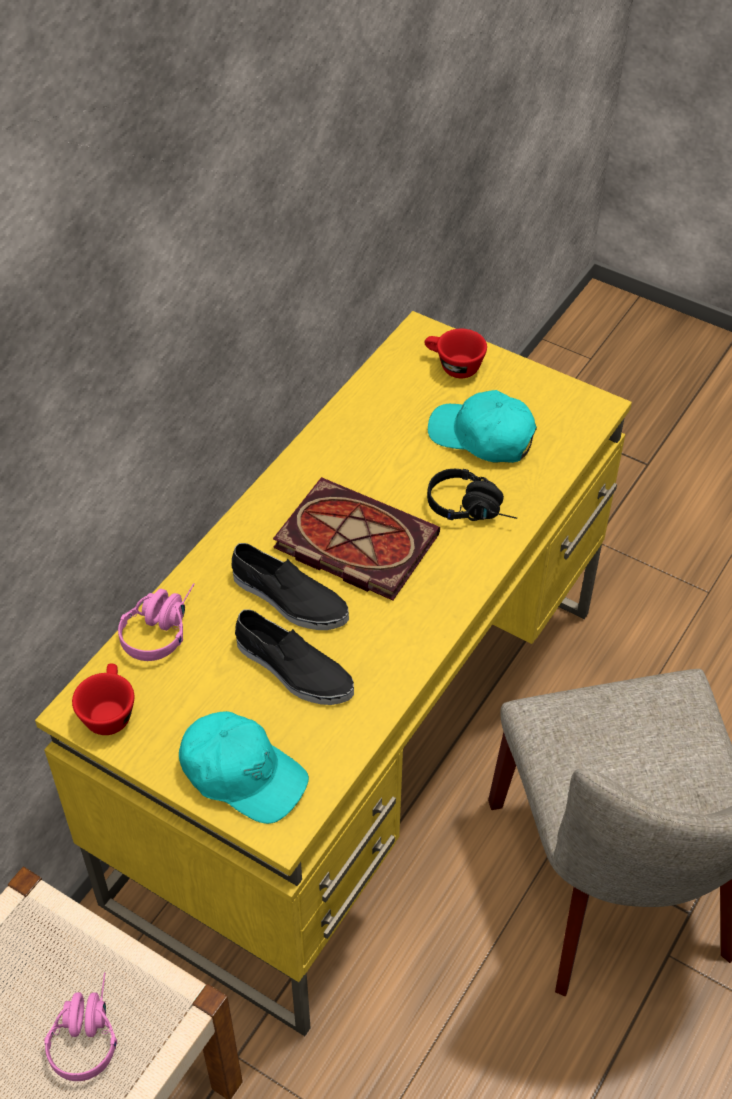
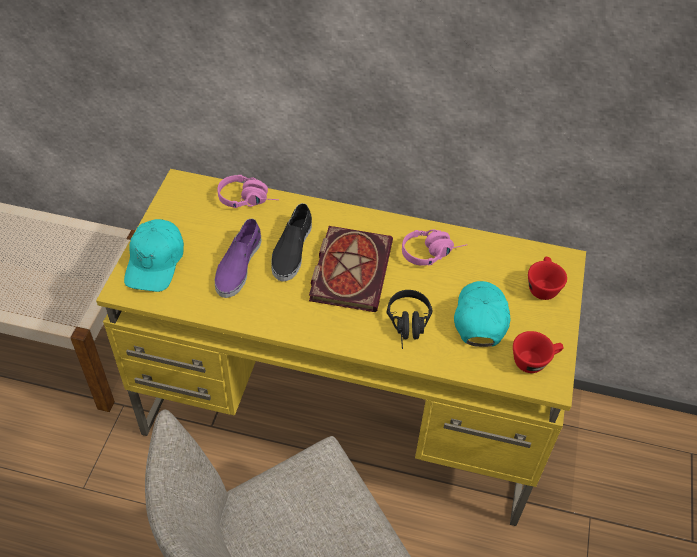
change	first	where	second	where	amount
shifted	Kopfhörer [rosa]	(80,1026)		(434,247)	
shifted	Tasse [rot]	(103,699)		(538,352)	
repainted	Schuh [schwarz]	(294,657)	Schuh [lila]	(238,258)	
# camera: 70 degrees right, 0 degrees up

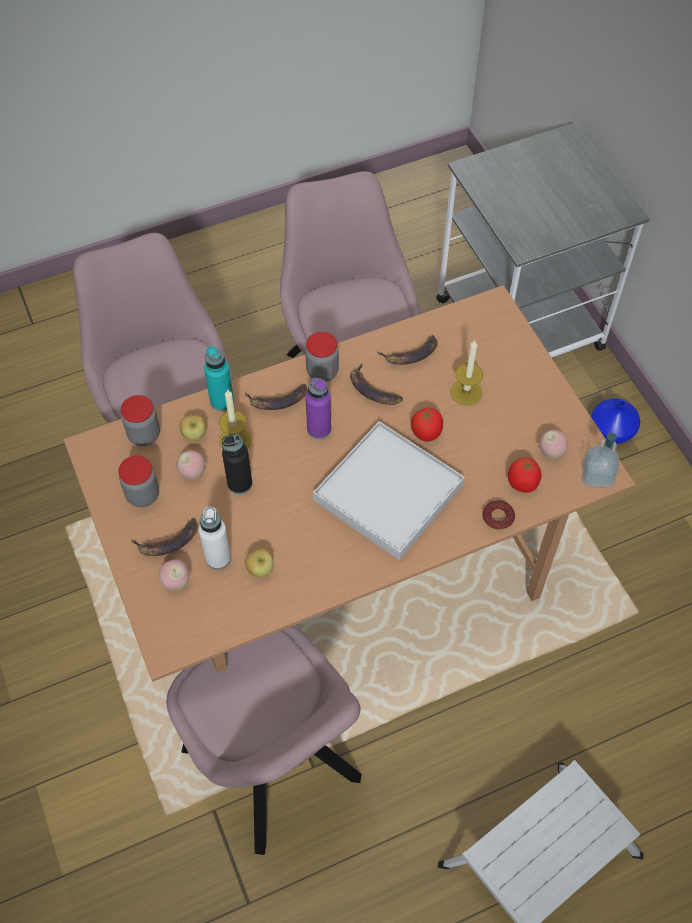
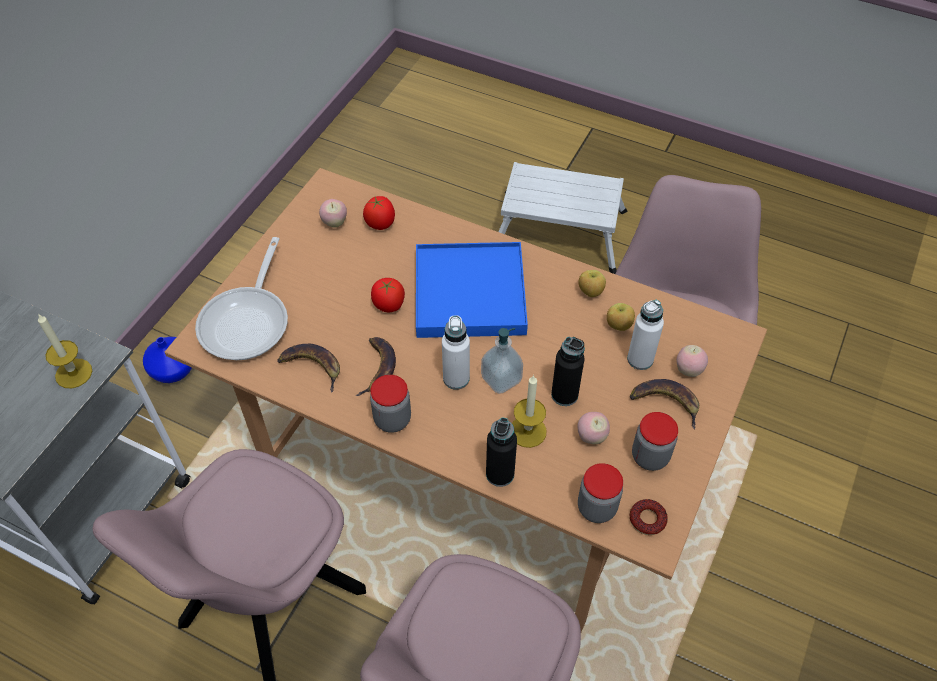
change	first	where	second	where	amount
gone	Banane	(276,397)			
new			Pfanne	(241,298)	
shifted	Apfel	(193,428)		(592,283)	
shifted	Kerze	(466,372)		(65,350)	
shifted	Donut	(498,515)		(649,517)	
shifted	Seifenspender	(600,460)		(502,361)	
repainted	Flasche [türkis]	(219,378)	Flasche [schwarz]	(501,452)	
repainted	Flasche [lila]	(318,408)	Flasche [weiß]	(456,352)	
repainted	Tablett [weiß]	(389,490)	Tablett [blau]	(472,290)	
# camera: 130 degrees left, 5 degrees down

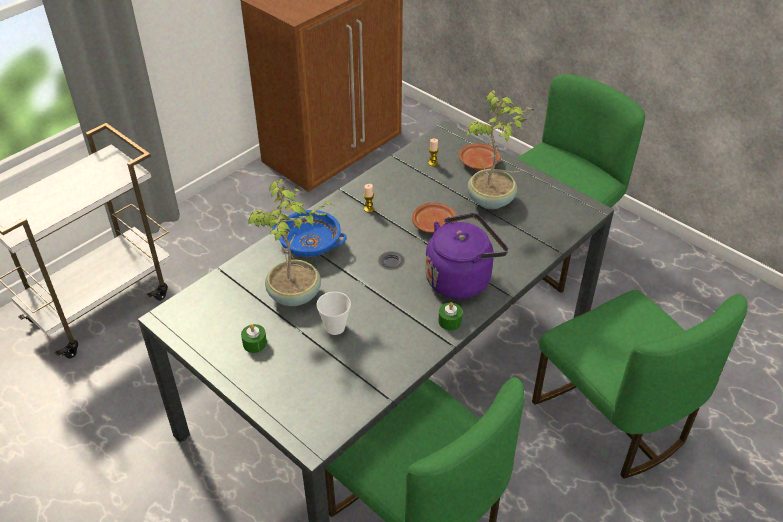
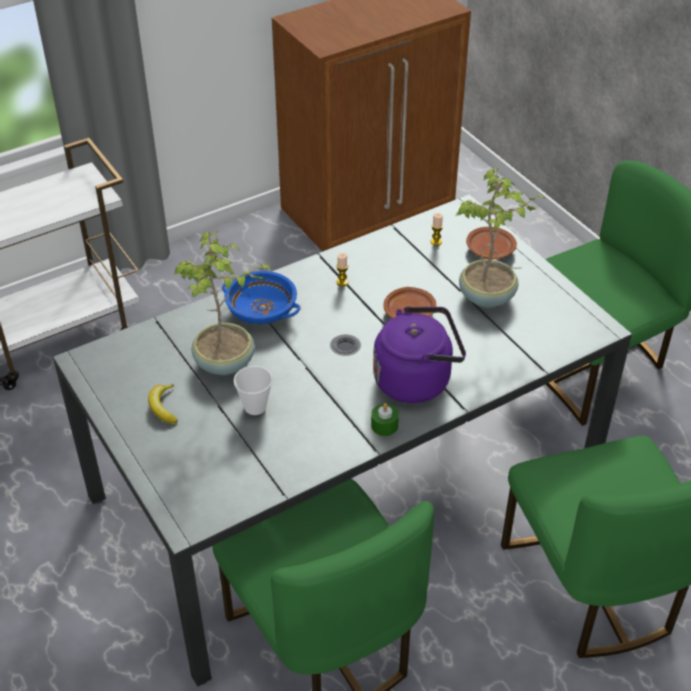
change	first	where	second	where	amount
swapped	Kerze [grün]	(254,338)	Banane	(163,404)	
# camera: 15 degrees right, 0 degrees up

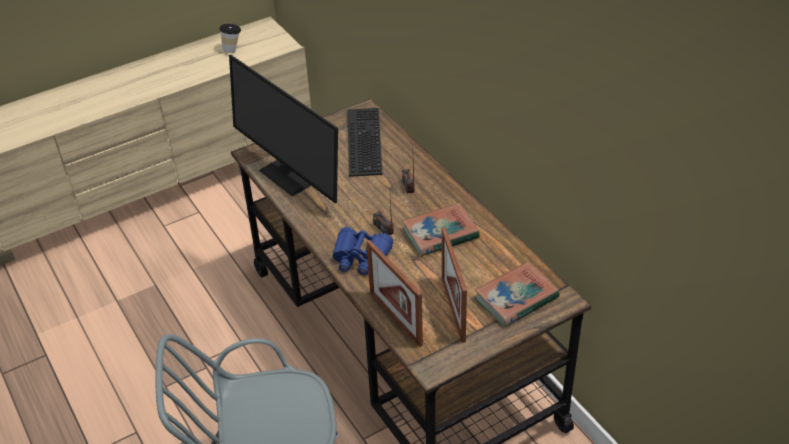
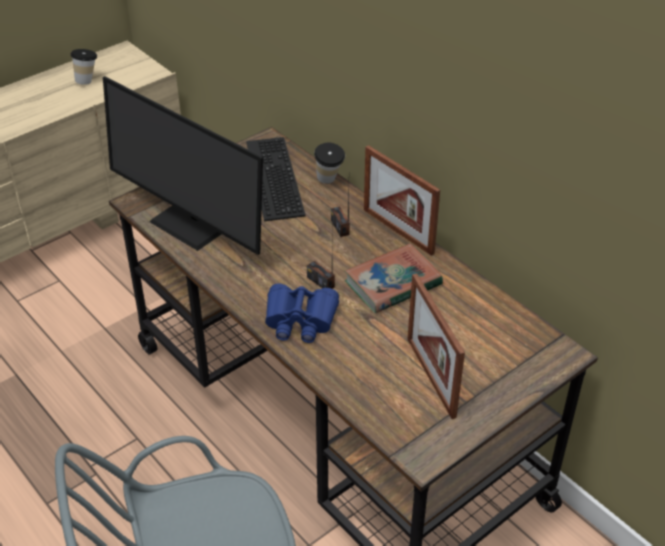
change	first	where	second	where	amount
gone	Buch	(517,294)			
new			Tasse	(329,163)	
shifted	Bilderrahmen	(395,293)		(402,200)	
# camera: 10 degrees left, 0 degrees up

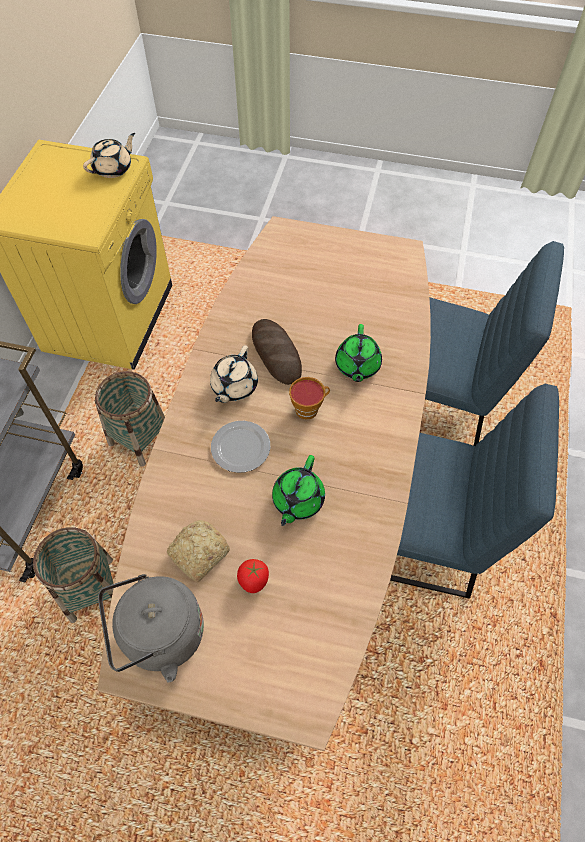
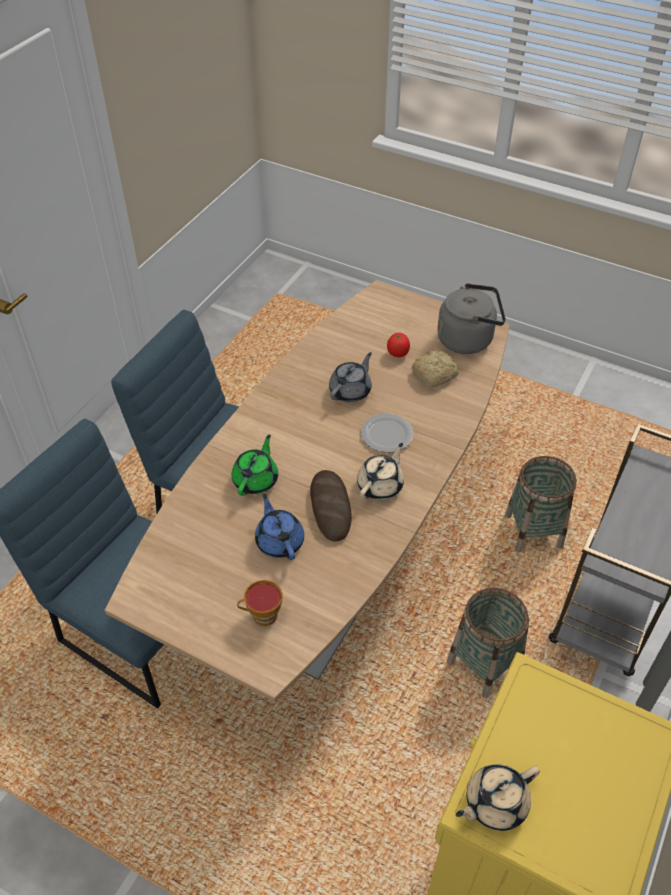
change	first	where	second	where	amount
new			Teekanne [blau]	(279,526)	
shifted	Tasse	(309,398)		(260,603)	
repainted	Teekanne [grün]	(298,490)	Teekanne [grau]	(350,377)	
# camera: 165 degrees left, 10 degrees down

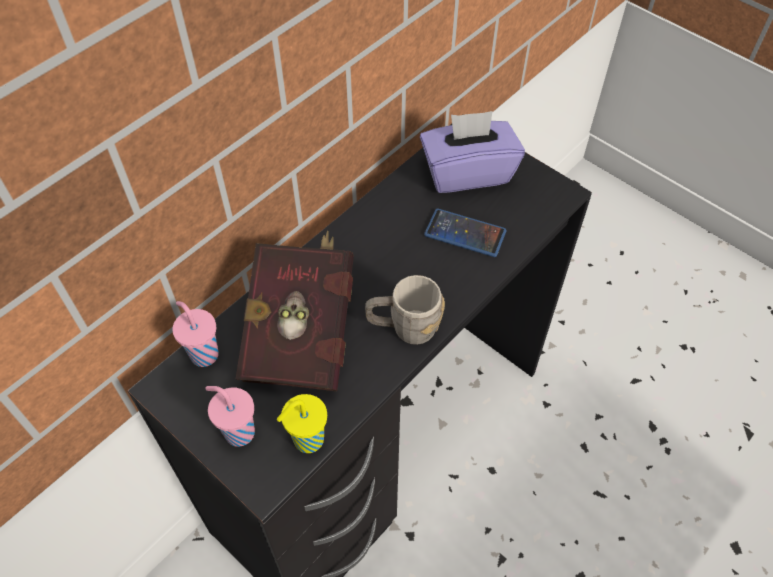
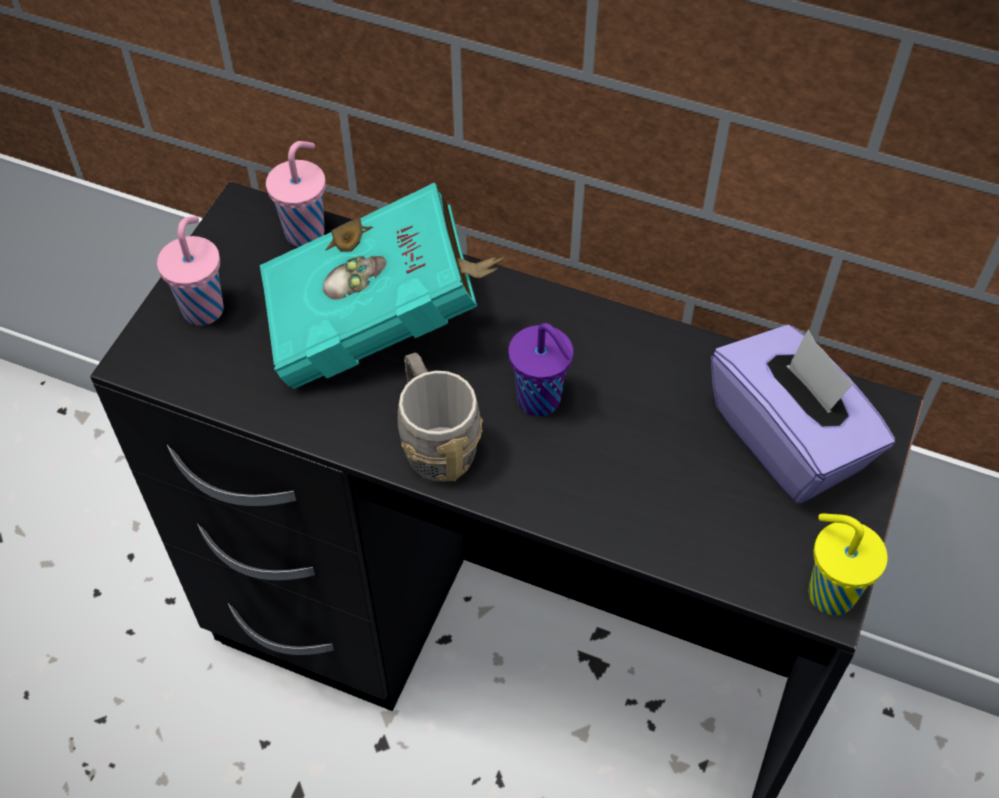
change	first	where	second	where	amount
gone	Handy	(465,232)			
new			Tasse [lila]	(541,369)	
shifted	Tasse [gelb]	(302,423)		(848,564)	
repainted	Buch [rot]	(295,311)	Buch [türkis]	(382,285)	
# camera: 70 degrees right, 0 degrees up

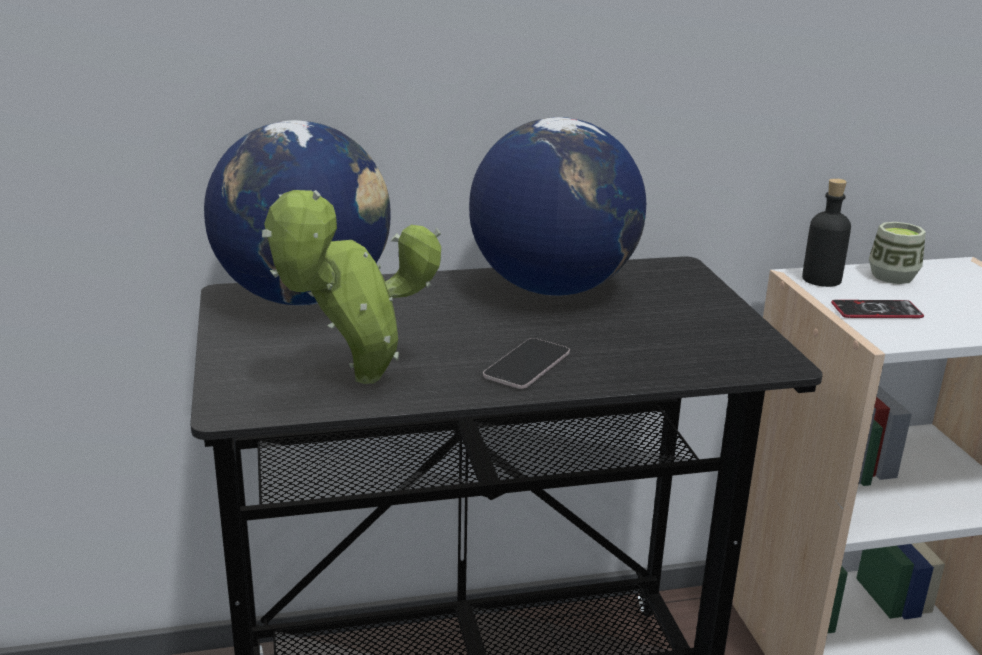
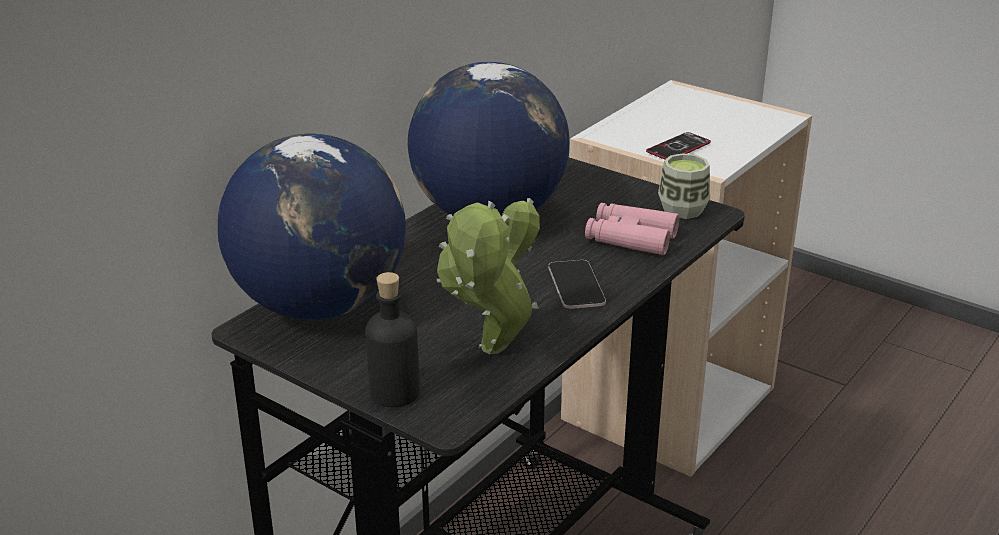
change	first	where	second	where	amount
new			Fernglas [rosa]	(632,229)	
shifted	Flasche [schwarz]	(826,232)		(392,339)	
shifted	Tasse	(897,253)		(684,186)	
# camera: 40 degrees left, 5 degrees up

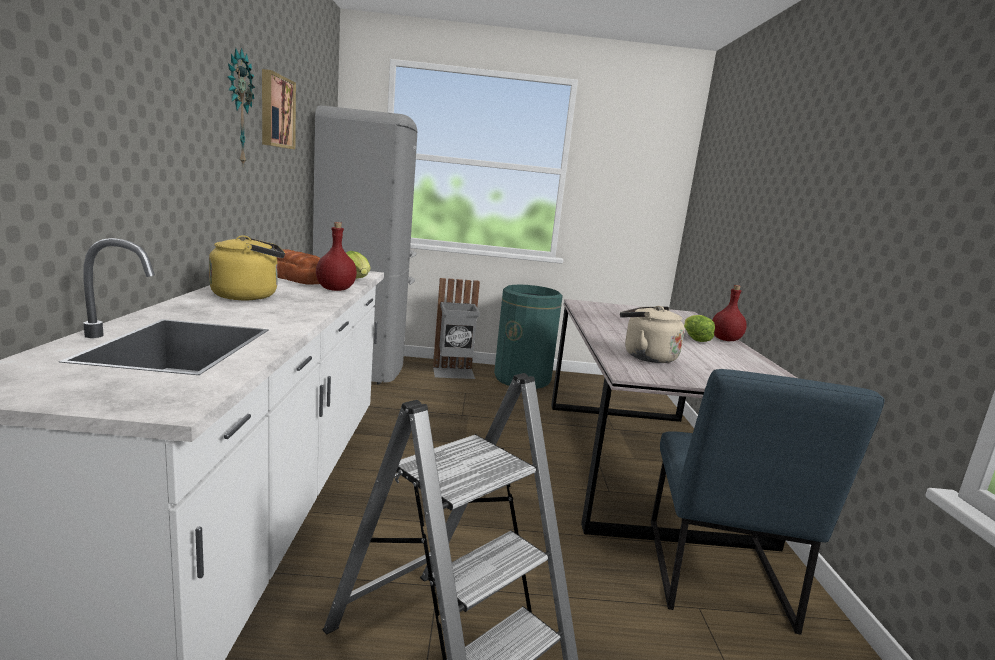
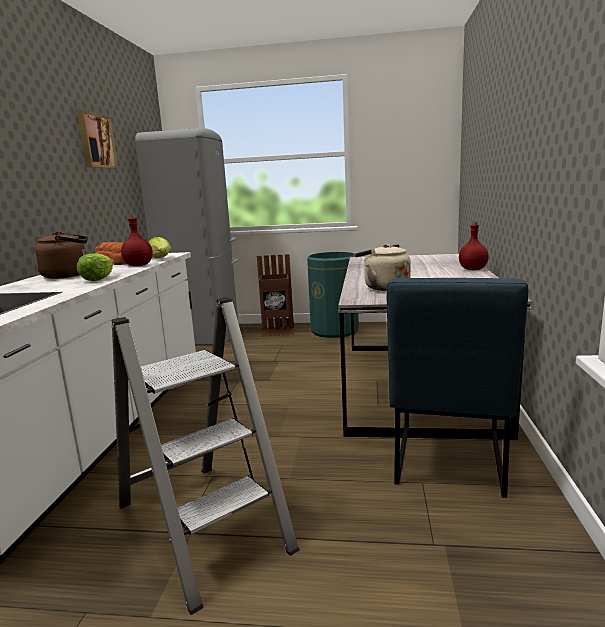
change	first	where	second	where	amount
gone	Wanduhr	(241,106)			
shifted	Salatkopf	(699,328)		(95,267)	
repainted	Wasserkessel [gelb]	(247,267)	Wasserkessel [braun]	(61,255)	
repainted	Mülleimer [grau]	(456,328)	Mülleimer [braun]	(275,295)	
# camera: 10 degrees right, 0 degrees up

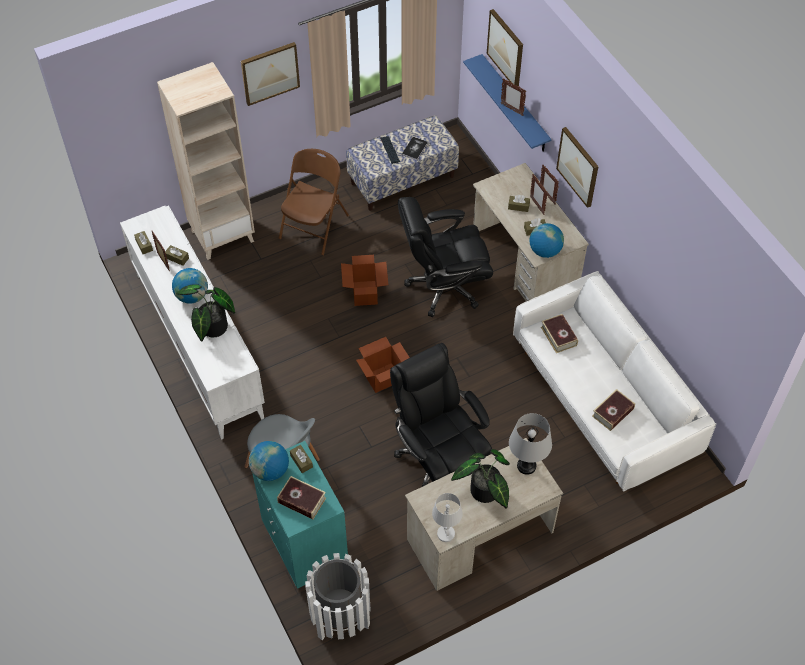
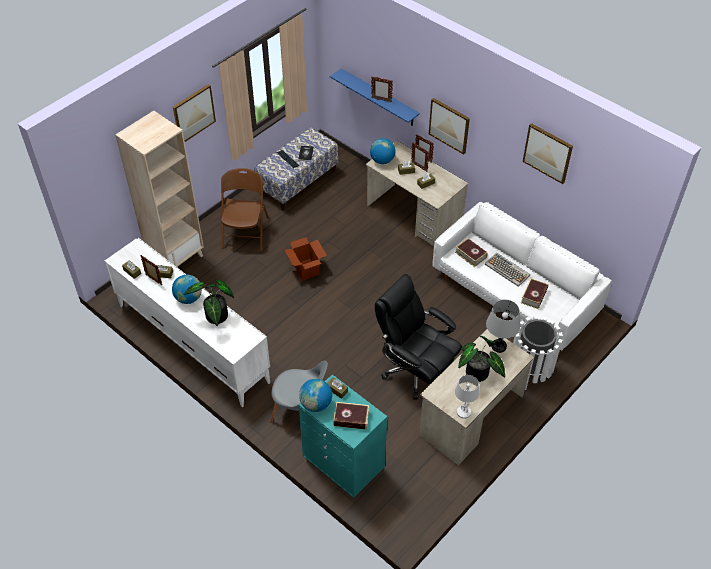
change	first	where	second	where	amount
gone	Karton	(383,365)			
gone	Bürostuhl [schwarz]	(445,257)			
new			Tastatur	(507,270)	
shifted	Mülleimer [weiß]	(338,596)		(538,353)	
shifted	Bild	(505,47)		(548,153)	
shifted	Globus	(546,240)		(383,151)	
# camera: 20 degrees left, 5 degrees down

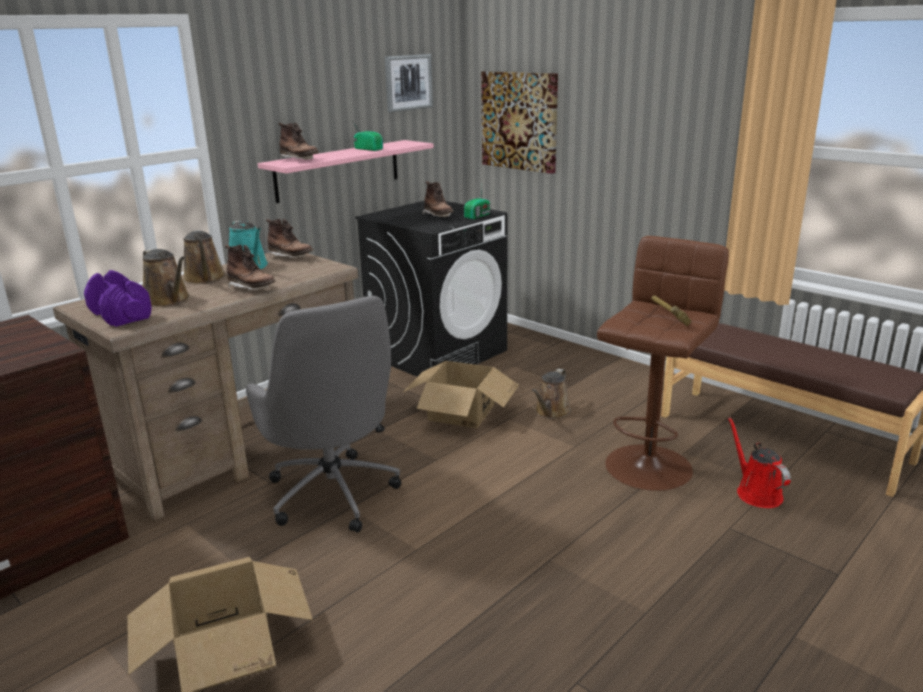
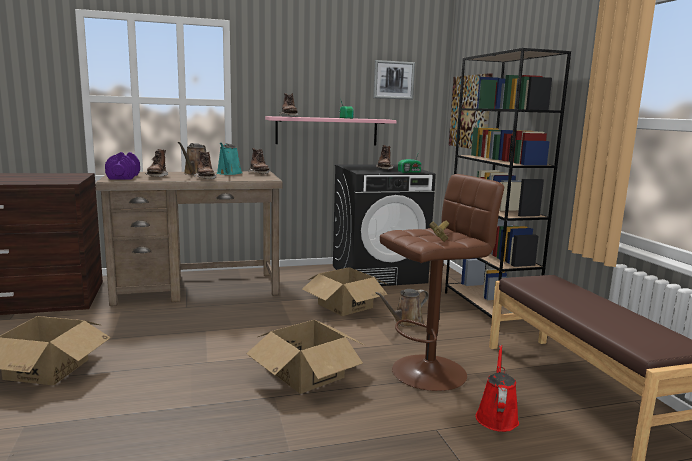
change	first	where	second	where	amount
gone	Bürostuhl [grau]	(323,414)			
new			Karton	(306,357)	
new			Bücherregal [beige]	(508,183)	
swapped	Gießkanne [braun]	(166,278)	Stiefel [braun]	(156,163)	
# camera: 30 degrees right, 10 degrees down

